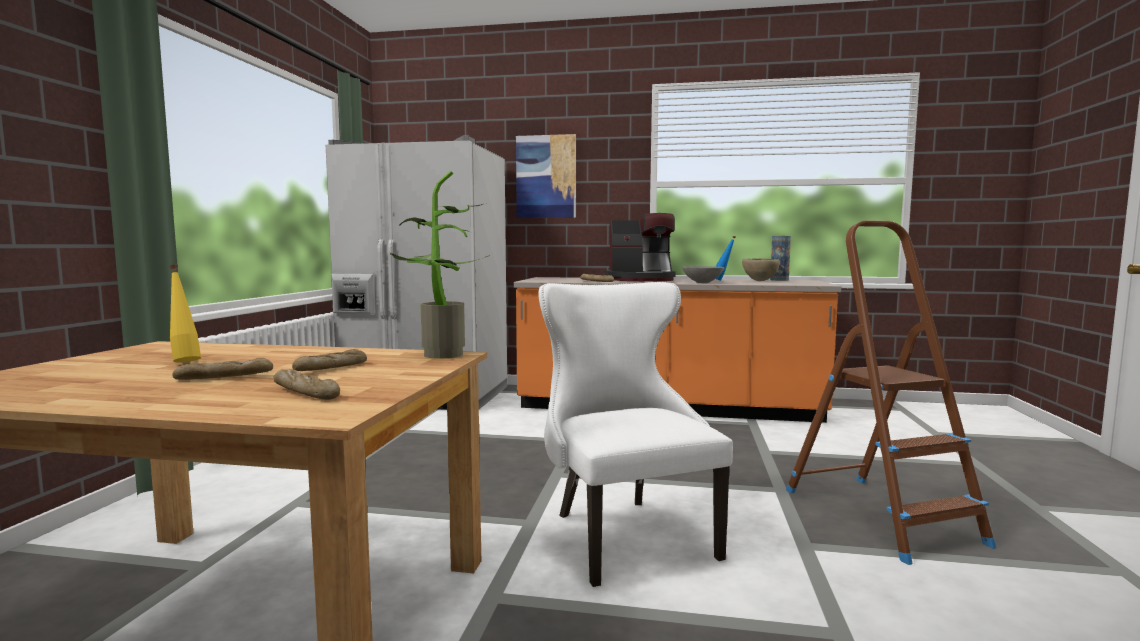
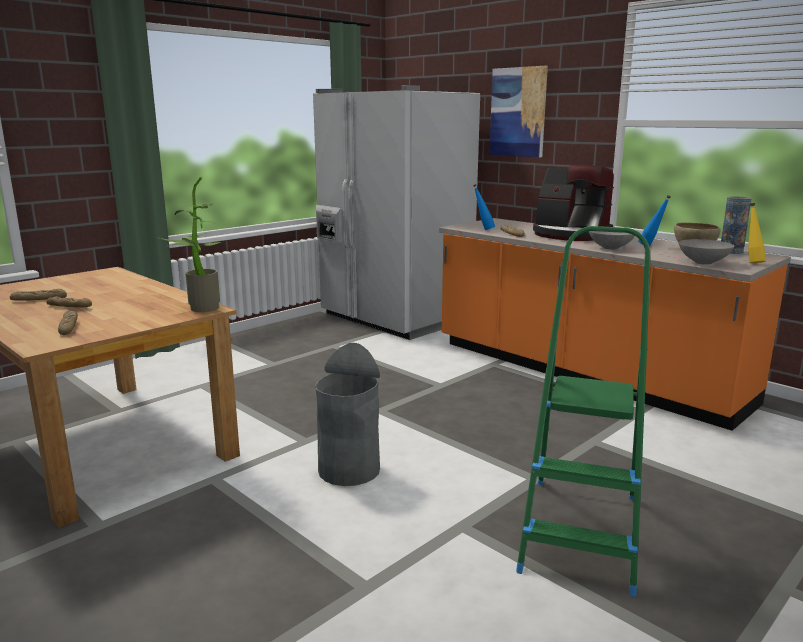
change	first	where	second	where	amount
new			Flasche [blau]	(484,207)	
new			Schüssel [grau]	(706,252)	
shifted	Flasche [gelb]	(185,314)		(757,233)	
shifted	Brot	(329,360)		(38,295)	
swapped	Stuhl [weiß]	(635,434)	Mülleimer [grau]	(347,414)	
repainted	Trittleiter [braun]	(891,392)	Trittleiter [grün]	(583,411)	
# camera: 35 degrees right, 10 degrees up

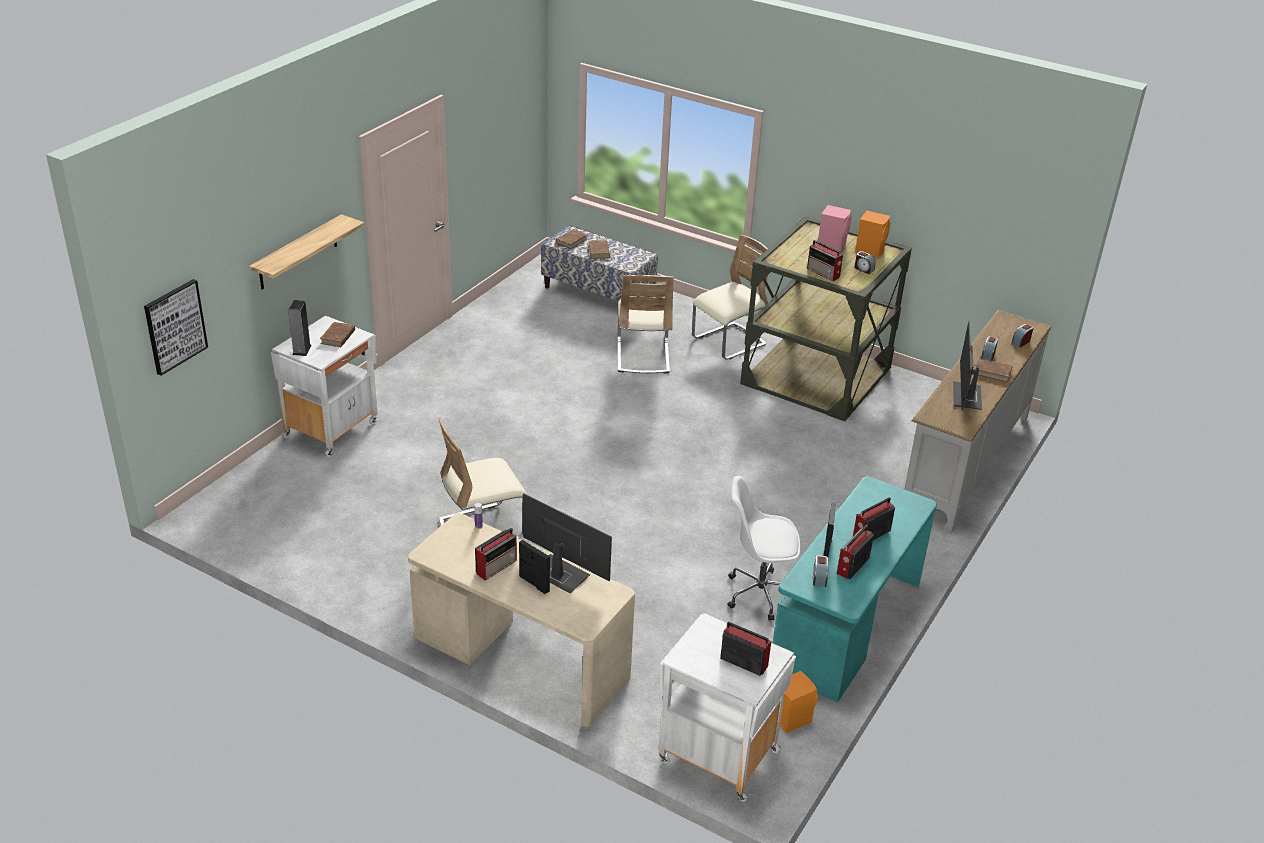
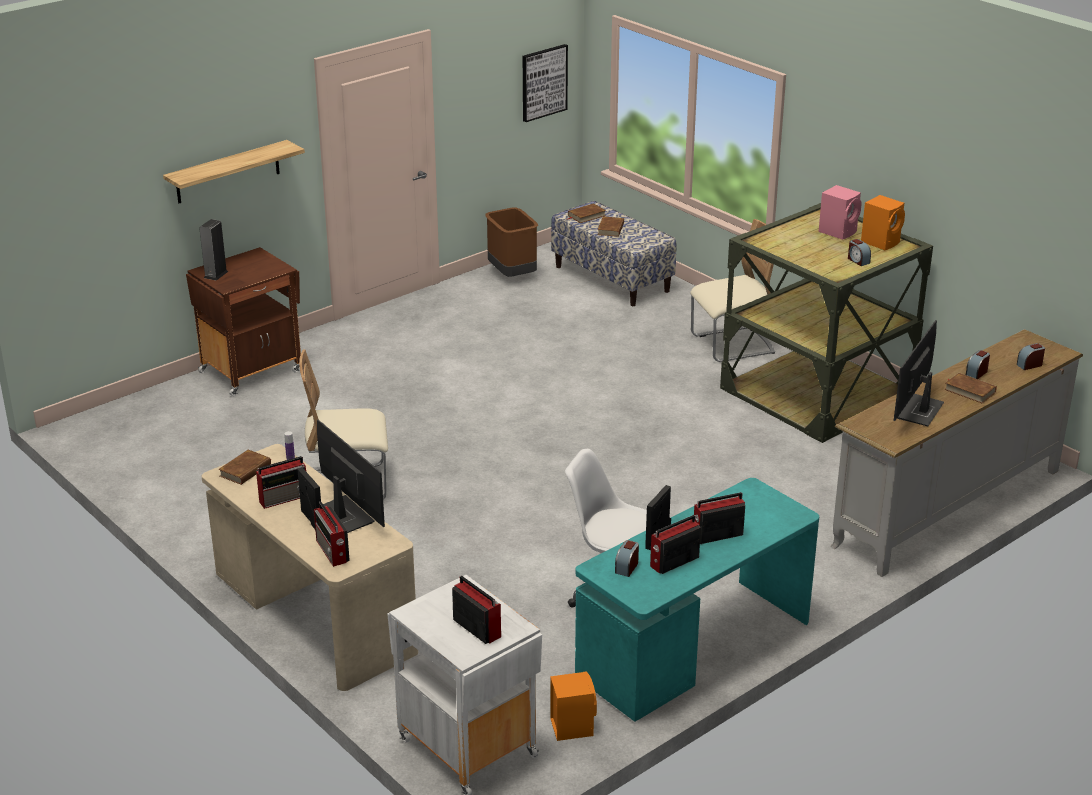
change	first	where	second	where	amount
gone	Stuhl [beige]	(645,324)			
new			Mülleimer [braun]	(511,242)	
shifted	Bild	(176,327)		(545,83)	
shifted	Buch [braun]	(337,334)		(245,467)	
shifted	Radio	(825,260)		(332,534)	
repainted	Rollwagen [weiß]	(324,386)	Rollwagen [braun]	(243,321)	
# camera: 20 degrees right, 5 degrees down

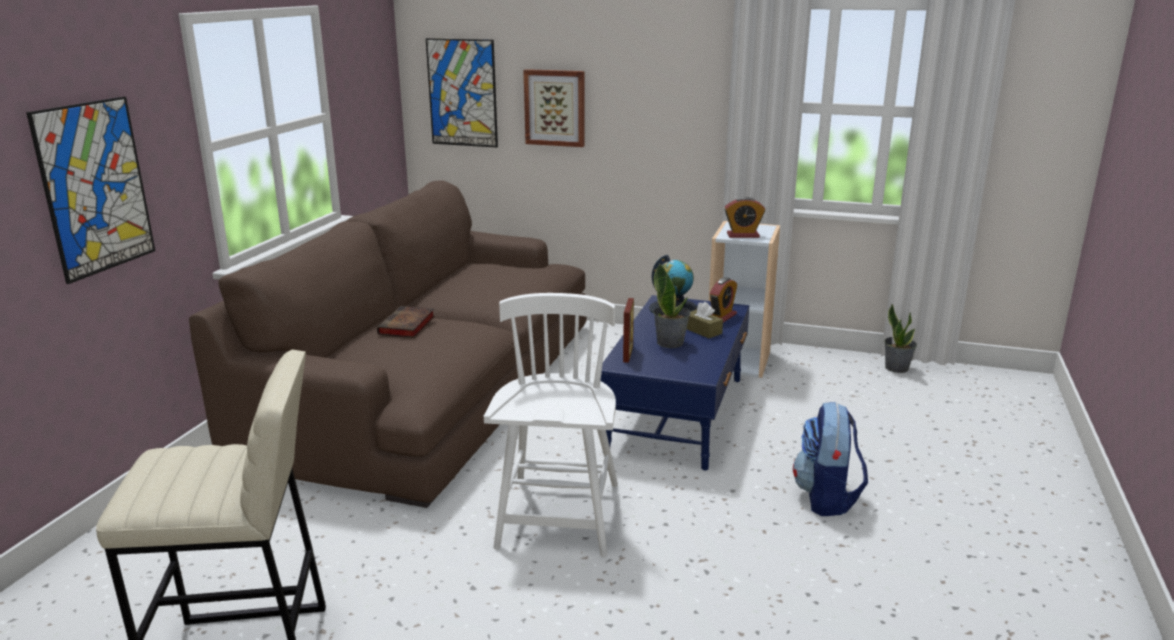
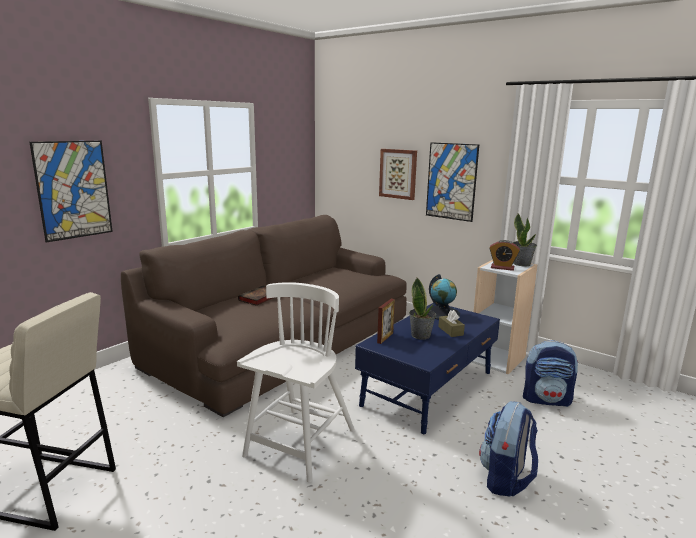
change	first	where	second	where	amount
gone	Wecker	(723,300)			
new			Rucksack	(550,373)	
shifted	Bild	(462,92)		(452,182)	
shifted	Topfpflanze	(900,338)		(525,239)	
# camera: 20 degrees right, 5 degrees down

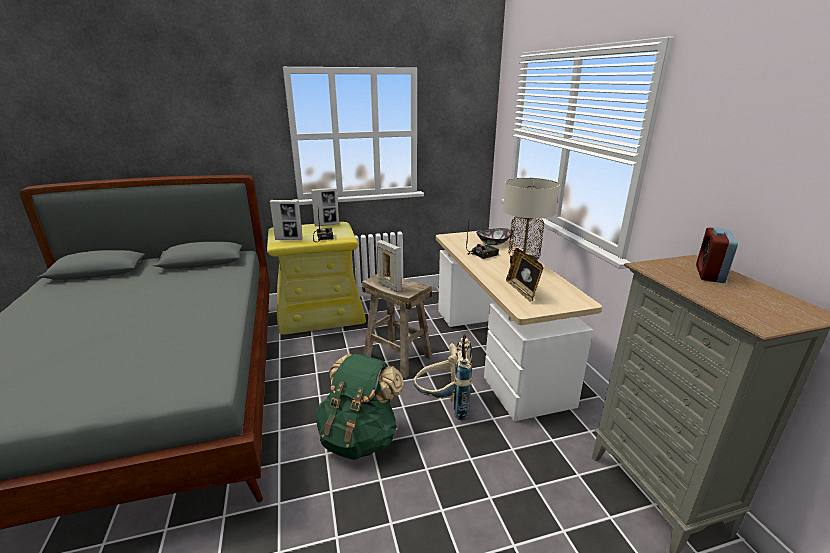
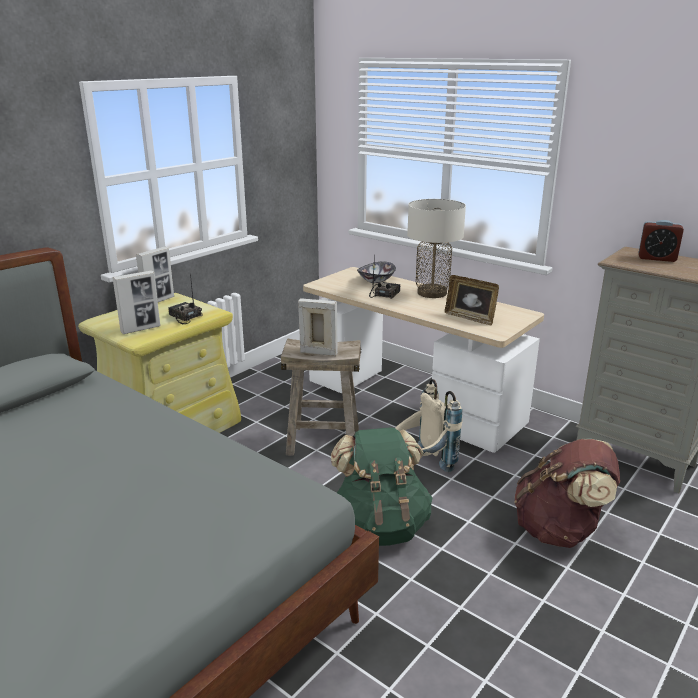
change	first	where	second	where	amount
new			Rucksack [braun]	(567,493)	
rotated	Wecker	(717,255)		(661,241)	60 degrees counterclockwise
# camera: 35 degrees left, 0 degrees up

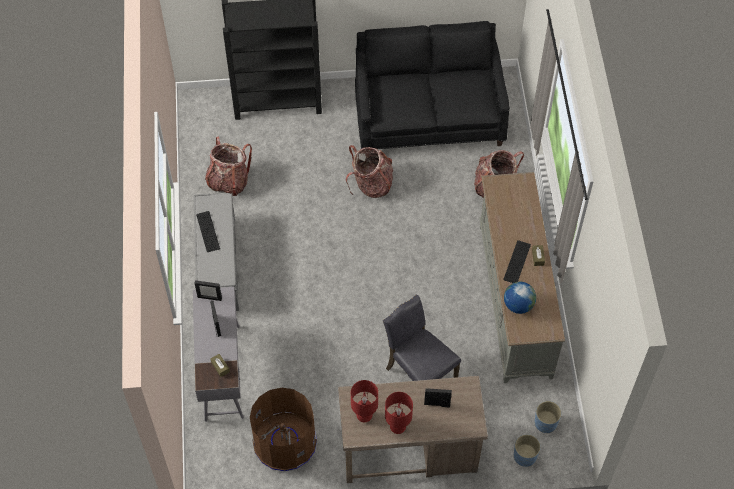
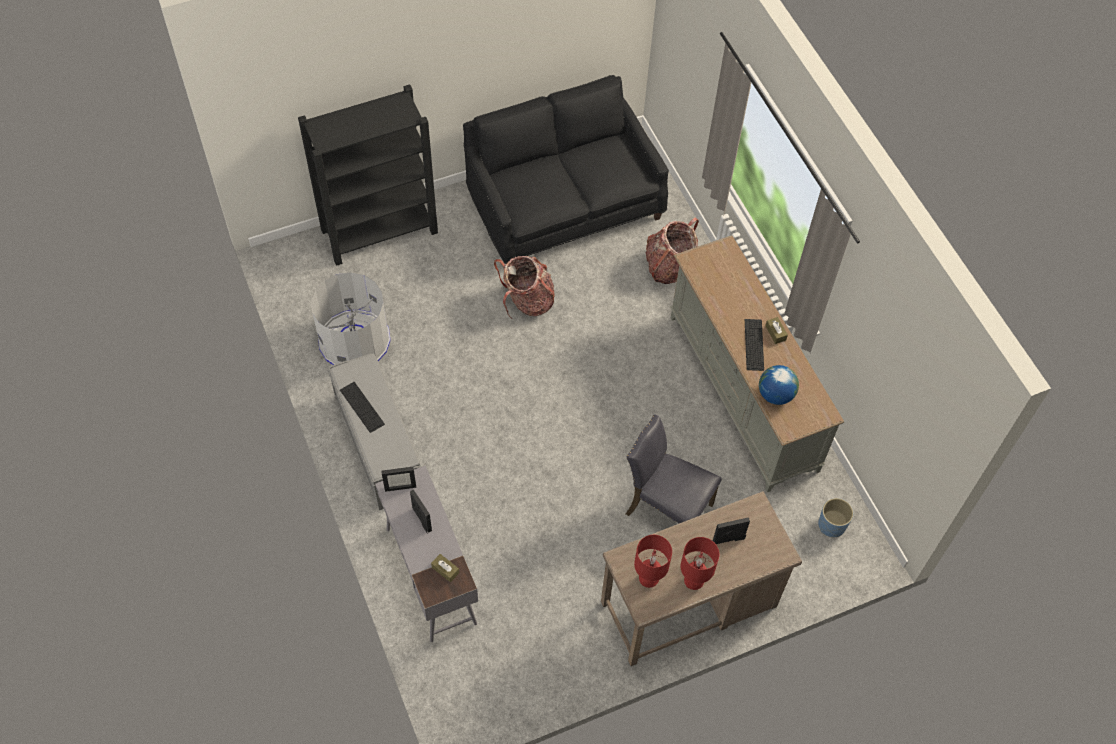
change	first	where	second	where	amount
gone	Mülleimer [braun]	(283,429)			
gone	Pflanzkübel [blau]	(527,450)			
swapped	Rucksack	(228,166)	Mülleimer [grau]	(351,318)	
# camera: 20 degrees left, 0 degrees up

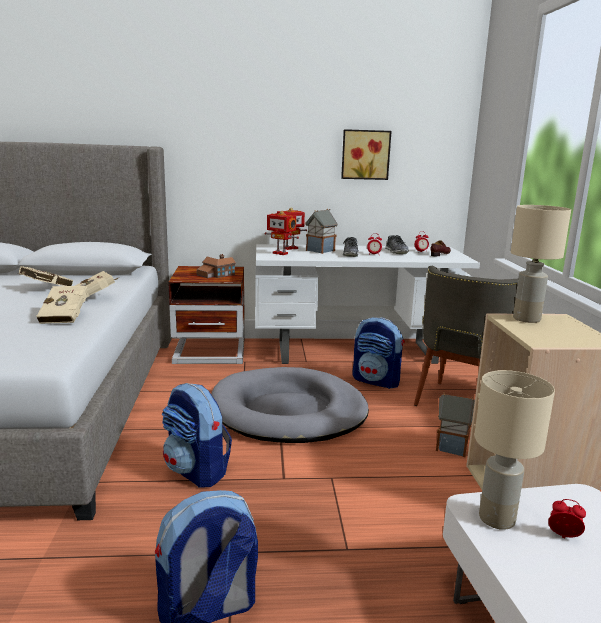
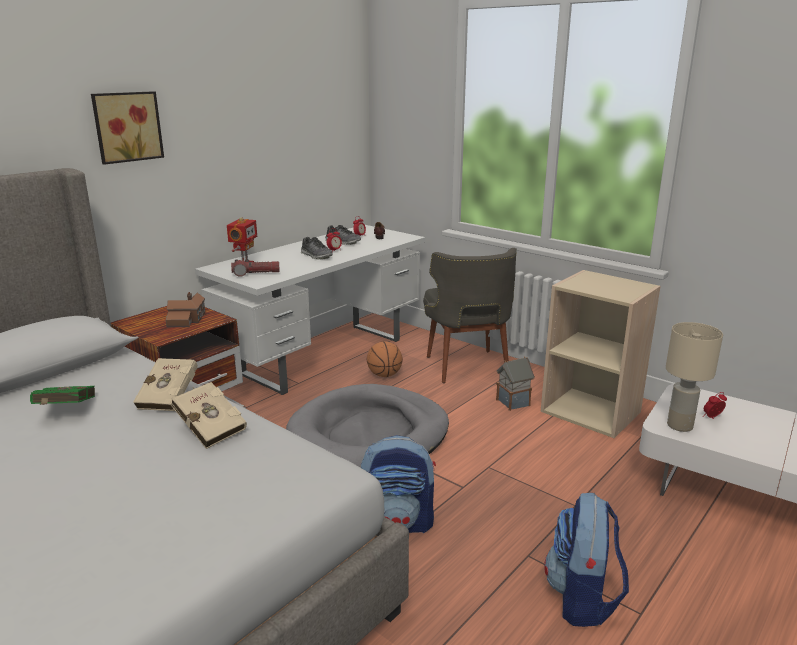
change	first	where	second	where	amount
gone	Spielzeughaus	(321,231)			
gone	Tischlampe [beige]	(541,264)			
shifted	Bild	(366,154)		(127,128)	
swapped	Spielzeugroboter	(282,233)	Taschenlampe	(255,268)	
swapped	Rucksack	(378,353)	Basketball	(385,359)	
repainted	Buch [beige]	(44,276)	Buch [grün]	(62,395)	
# camera: 45 degrees left, 5 degrees up

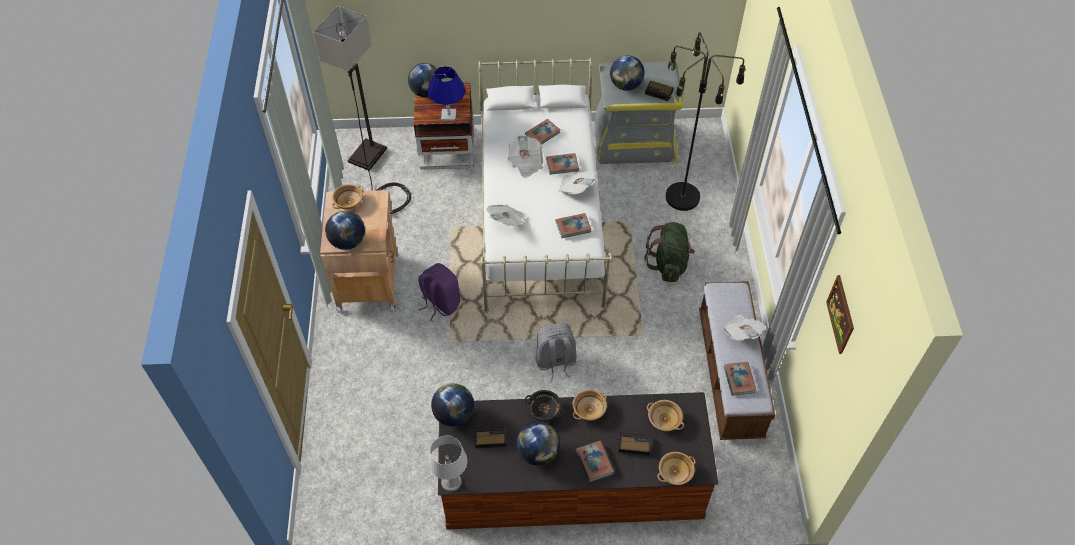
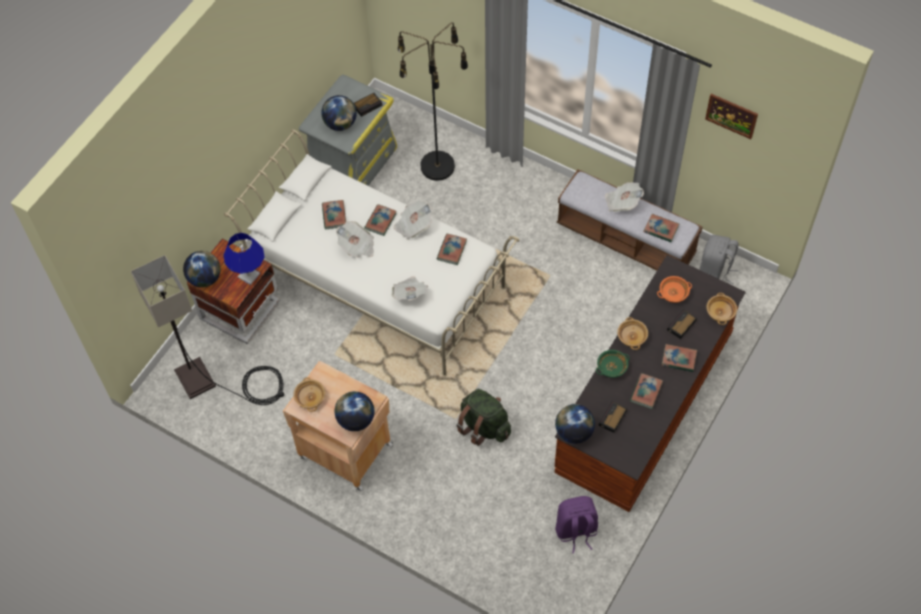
change	first	where	second	where	amount
gone	Tischlampe [grau]	(448,464)			
shifted	Rucksack [lila]	(439,292)		(576,525)	
shifted	Rucksack [grau]	(555,352)		(719,260)	
shifted	Rucksack [grün]	(670,252)		(483,417)	
swapped	Globus	(538,443)	Buch	(646,391)	
repainted	Schüssel [schwarz]	(544,405)	Schüssel [grün]	(613,364)	
repainted	Schüssel [beige]	(665,415)	Schüssel [orange]	(674,289)	
# camera: 55 degrees left, 5 degrees up

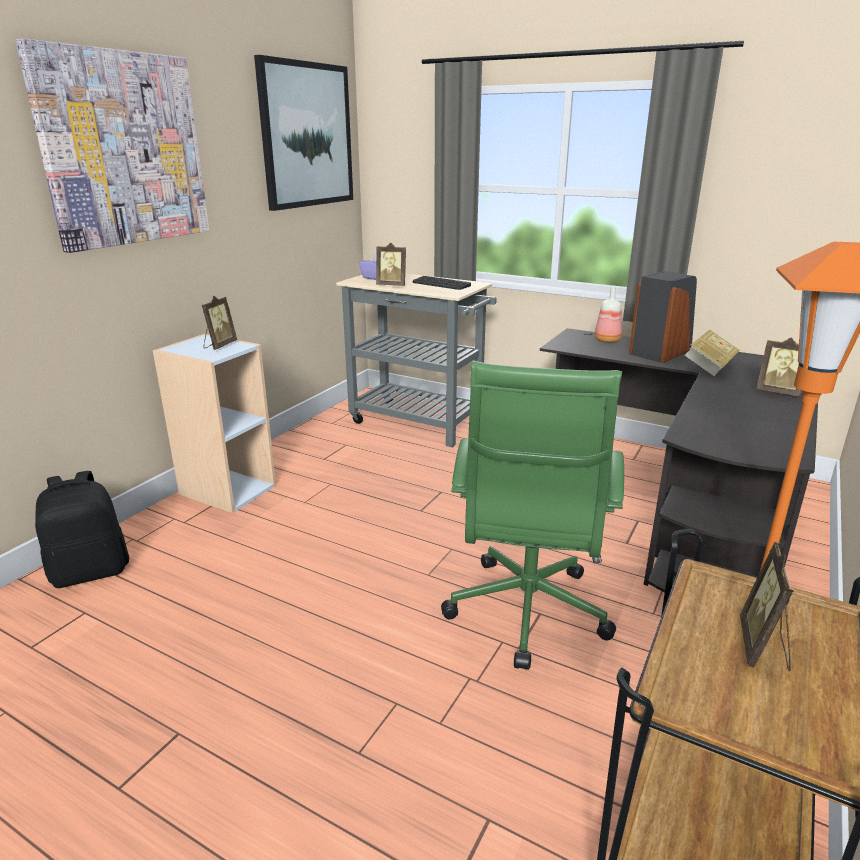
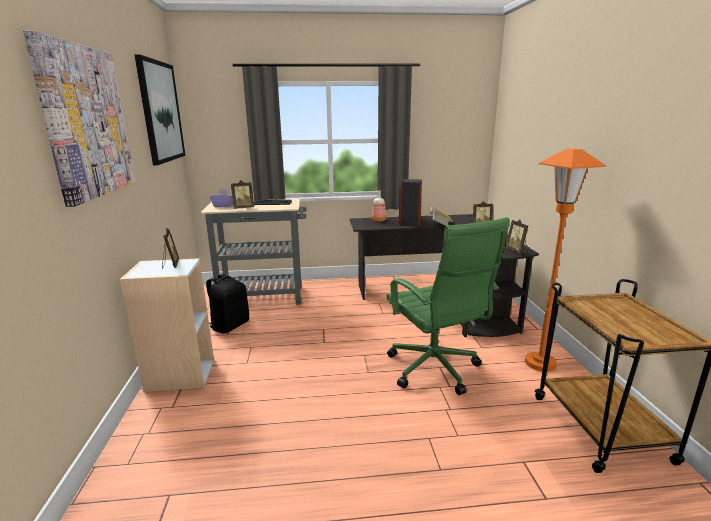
change	first	where	second	where	amount
shifted	Rucksack [schwarz]	(82,529)		(227,304)	
shifted	Bilderrahmen	(766,606)		(517,237)	
# camera: 35 degrees left, 5 degrees down

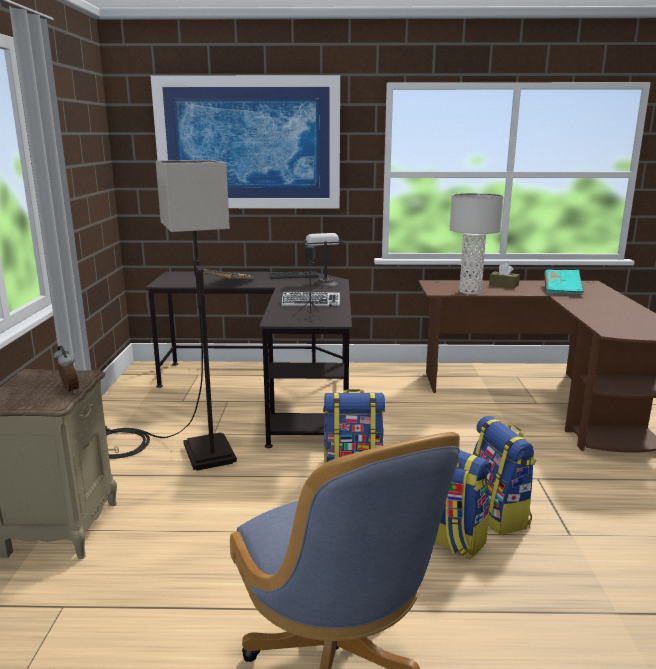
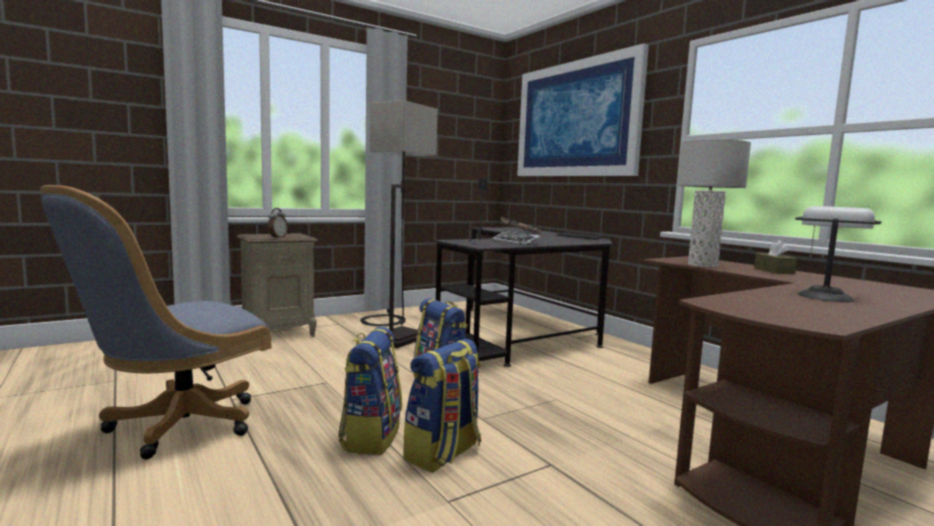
change	first	where	second	where	amount
gone	Buch [türkis]	(564,282)			
shifted	Tischlampe	(323,260)		(838,254)	
# camera: 55 degrees right, 10 degrees down

